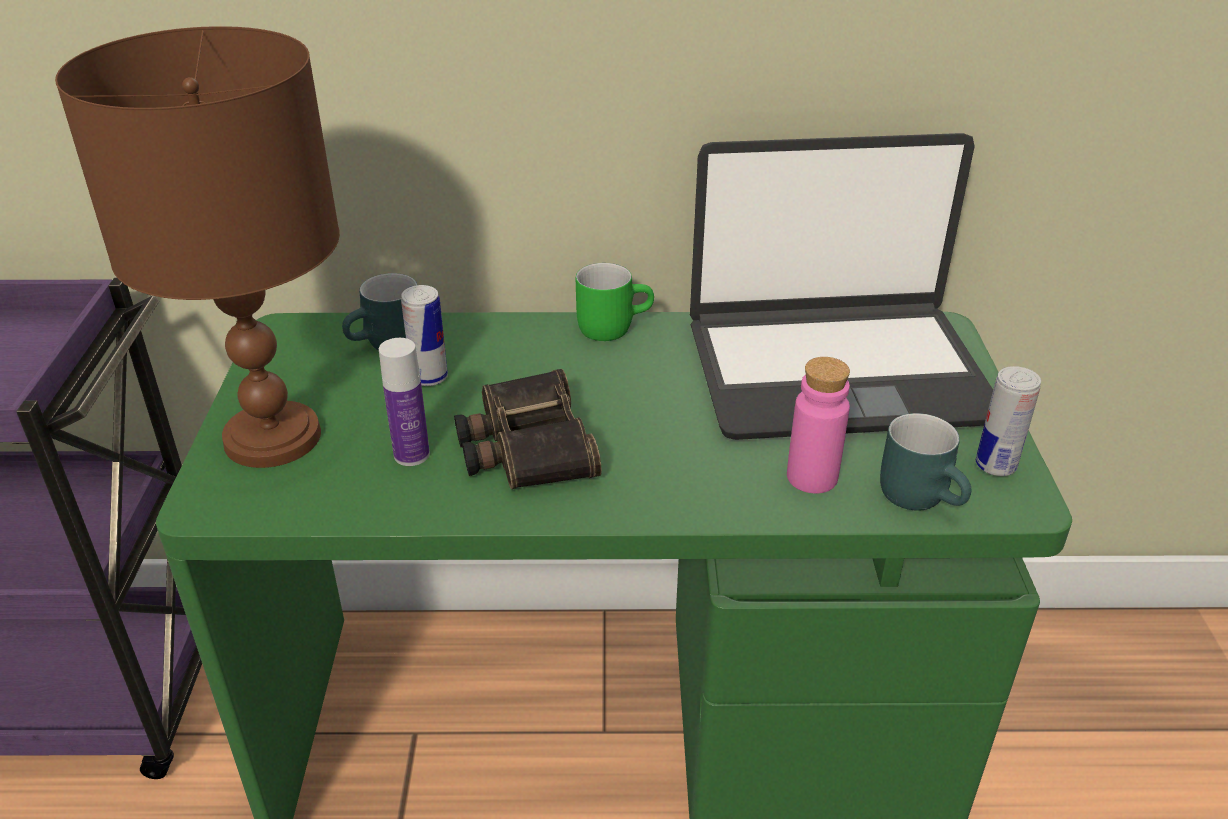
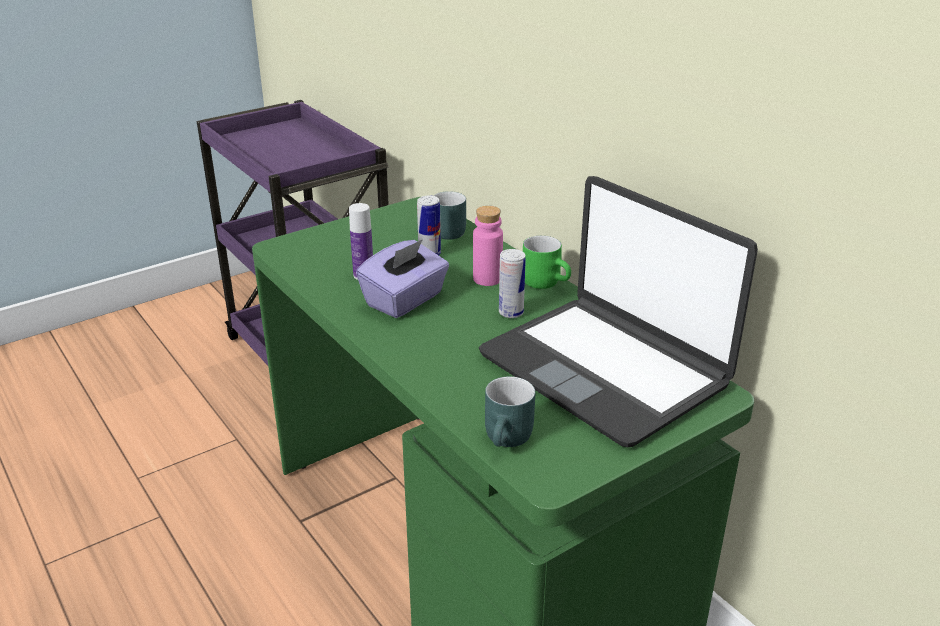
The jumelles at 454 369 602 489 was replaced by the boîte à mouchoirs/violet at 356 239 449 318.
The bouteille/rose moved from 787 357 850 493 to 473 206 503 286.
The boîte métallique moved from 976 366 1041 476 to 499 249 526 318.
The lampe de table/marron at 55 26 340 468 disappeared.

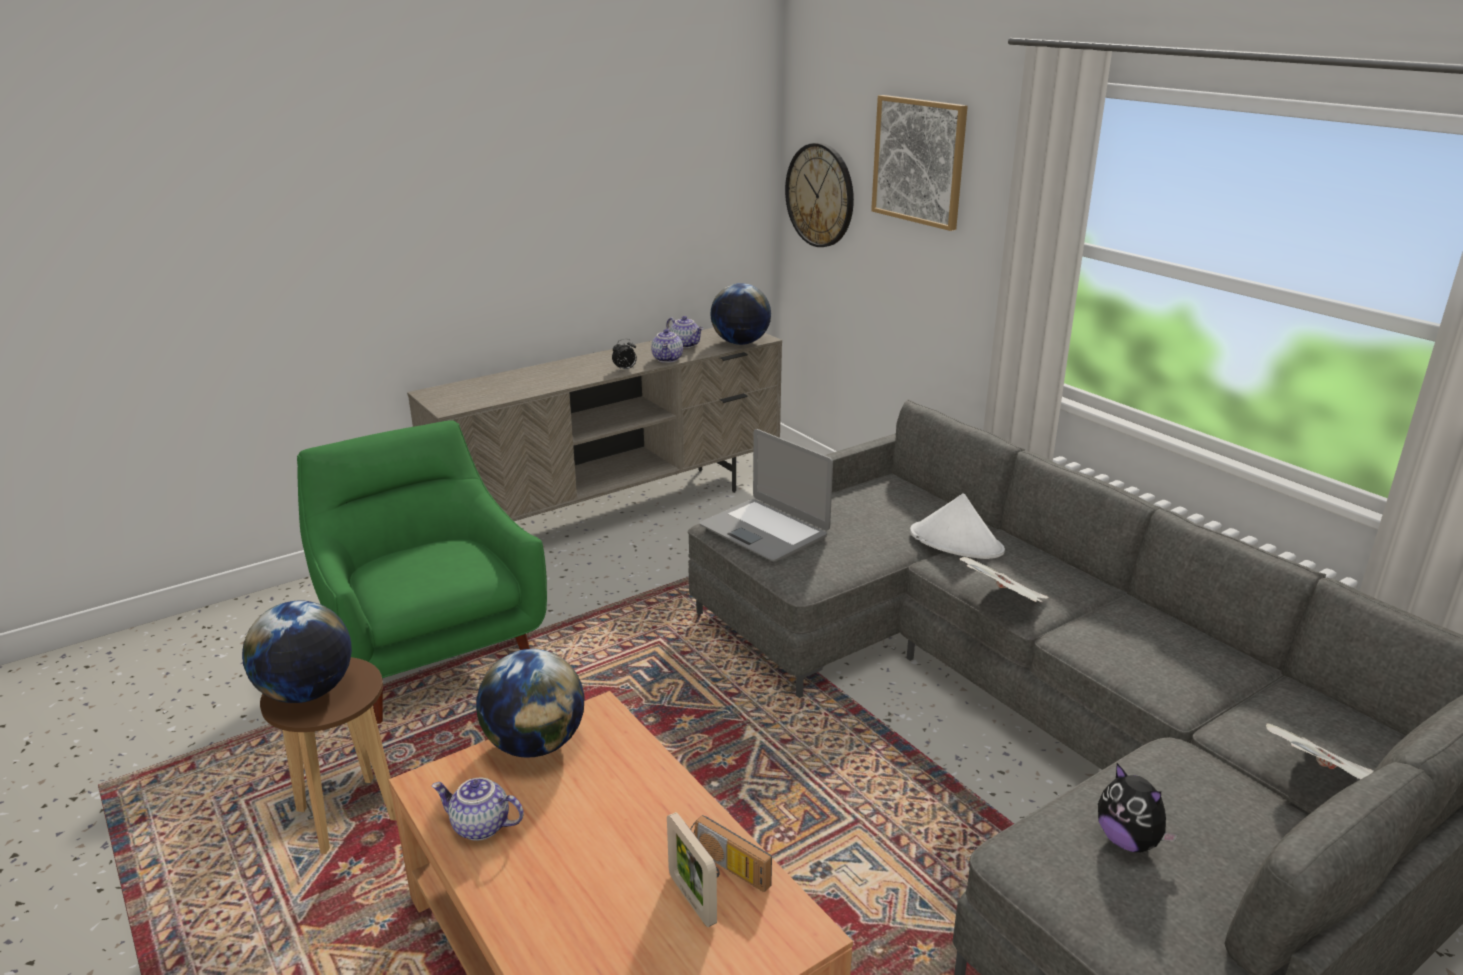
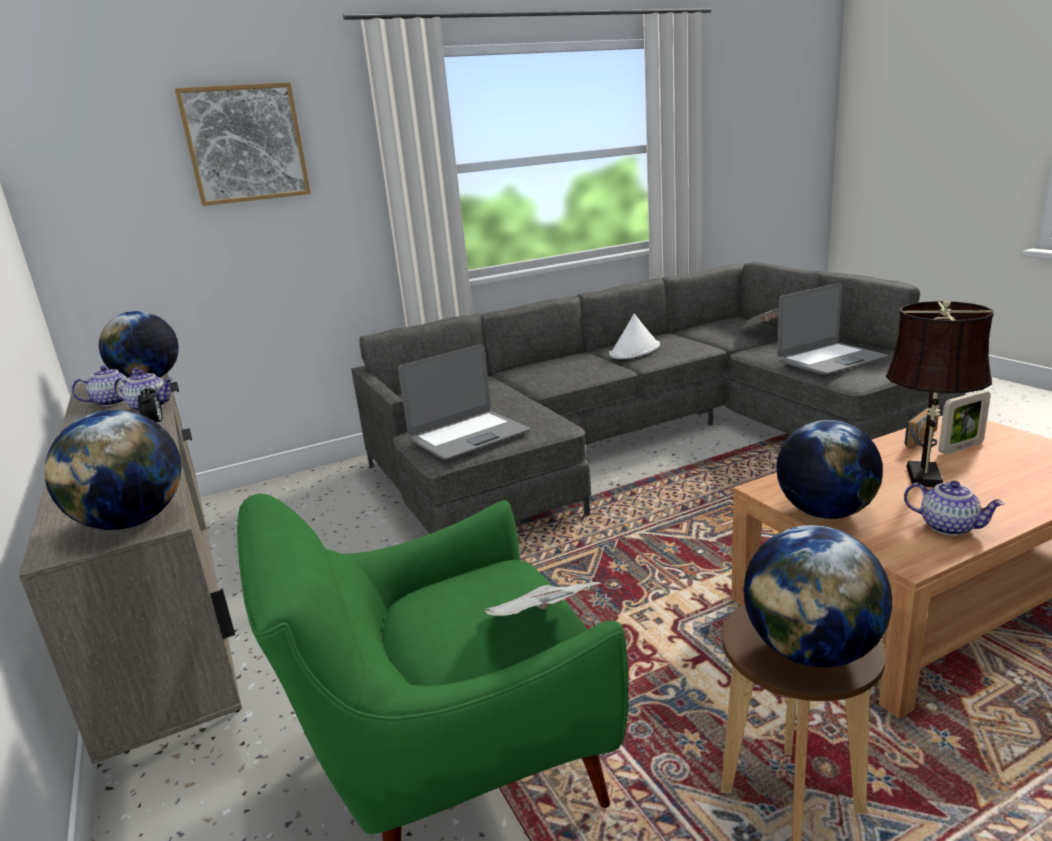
The globe at 45 410 182 530 appeared.
The journal moved from 960 557 1049 602 to 484 582 601 616.
The chapeau/blanc moved from 910 493 1005 559 to 609 314 660 359.
The peluche at 1098 763 1178 852 was replaced by the ordinateur portable at 777 283 888 374.
The lampe de table/marron at 886 300 994 487 appeared.
The théière at 432 778 524 841 turned 75 degrees counterclockwise.
The horloge murale at 785 143 854 247 disappeared.

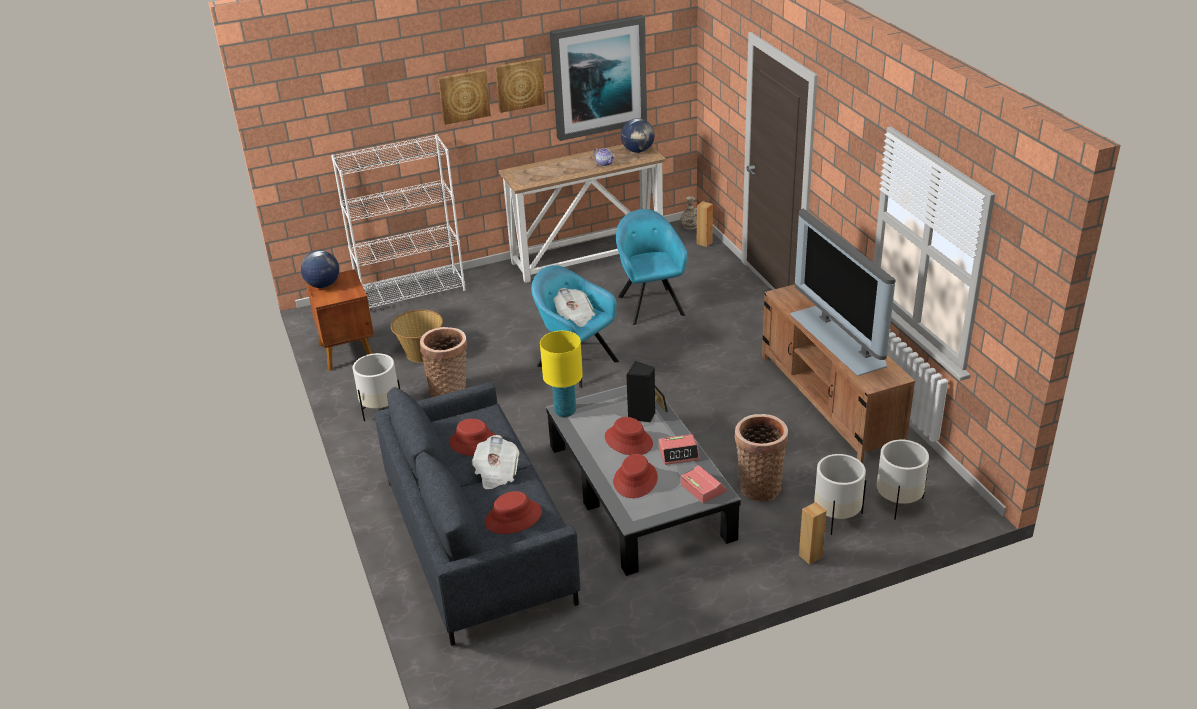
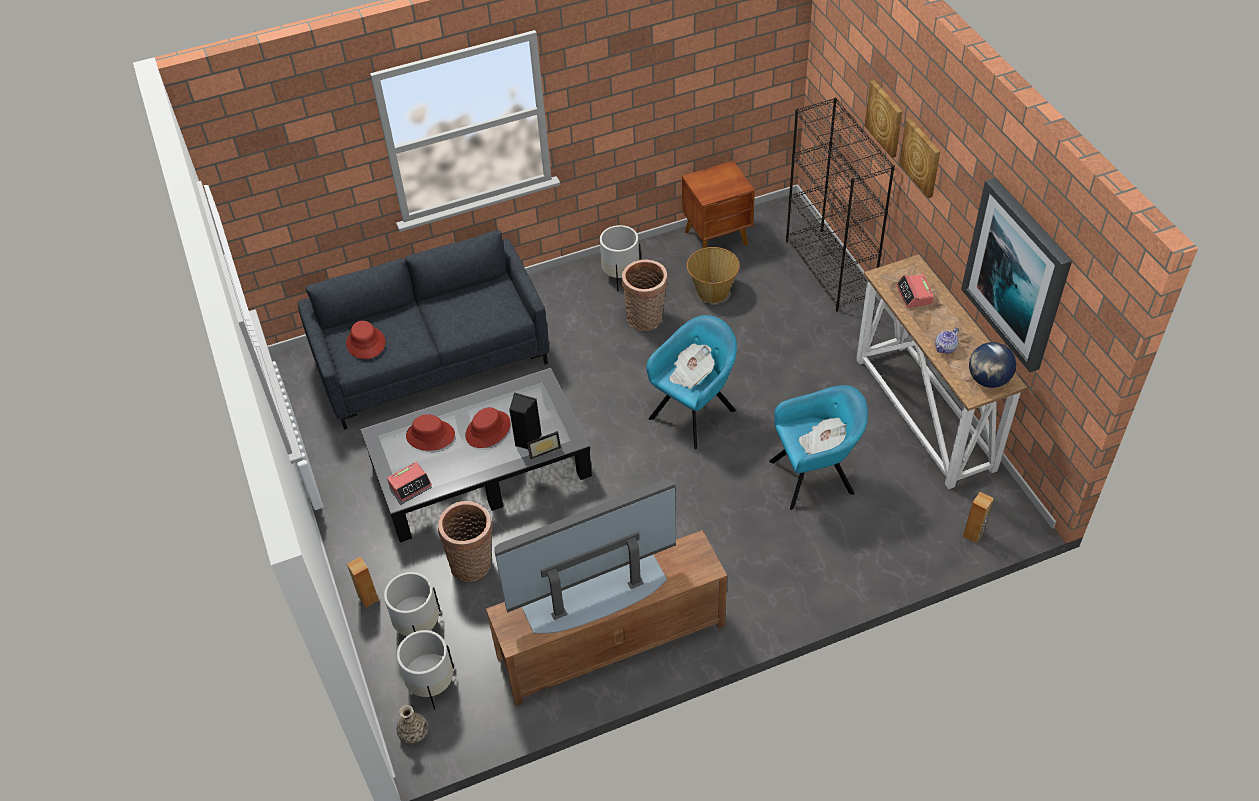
The vase moved from 680 196 697 230 to 397 705 428 744.
The bibliothèque/blanc at 331 134 466 308 became the bibliothèque/noir at 786 98 895 312.
The journal moved from 472 435 520 489 to 799 418 847 455.
The tableau moved from 495 58 545 113 to 865 80 903 158.
The réveil moved from 659 434 699 465 to 896 274 934 308.
The globe at 301 250 339 288 disappeared.
The chapeau/rouge at 449 419 496 456 disappeared.
The lampe de table/jaune at 540 331 583 417 disappeared.

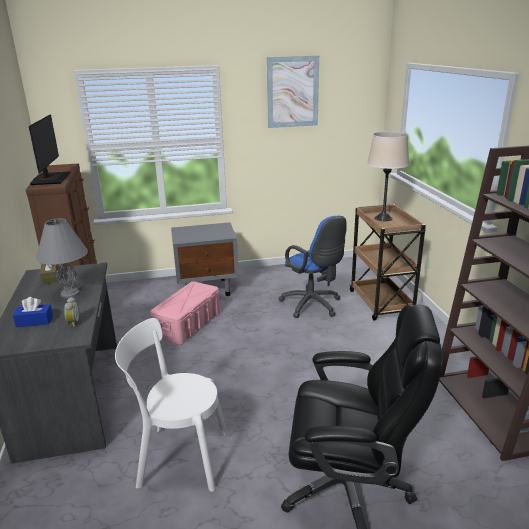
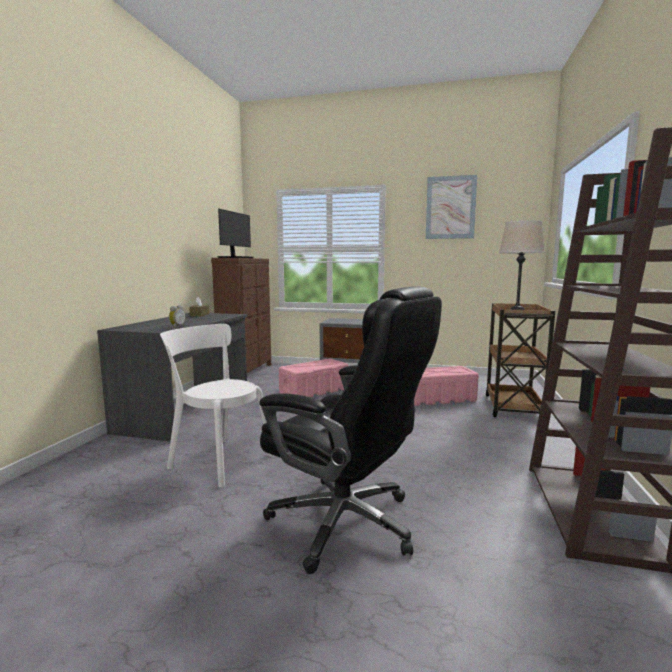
The chaise de bureau/bleu at 279 216 347 318 was replaced by the boîte de rangement/rose at 414 366 479 406.
The boîte à mouchoirs/bleu at 13 297 53 327 disappeared.
The lampe de table/gris at 36 218 88 298 disappeared.

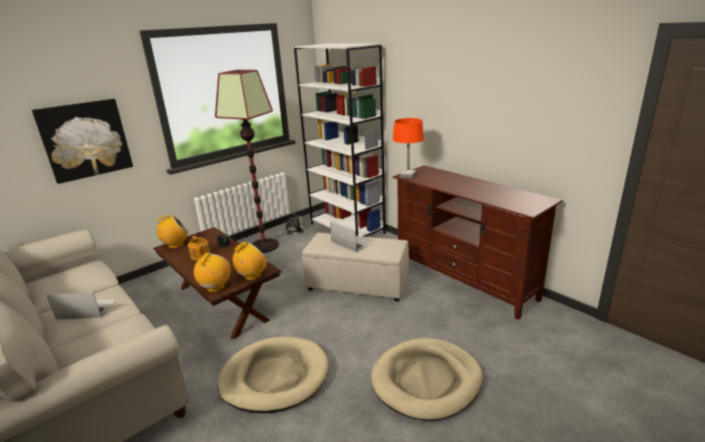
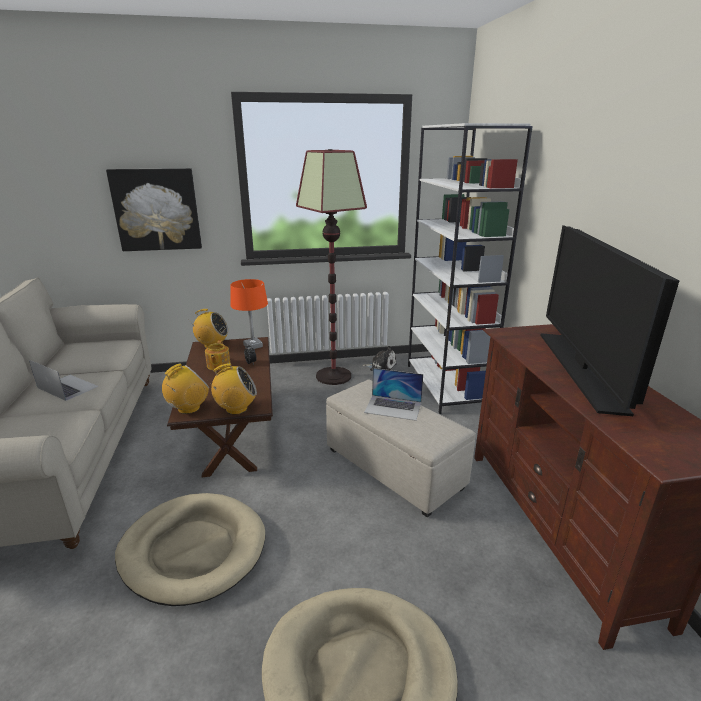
The lampe de table/orange moved from 393 118 424 178 to 230 279 268 349.
The ordinateur portable at 330 222 373 252 turned 120 degrees clockwise.
The téléviseur at 540 225 680 416 appeared.

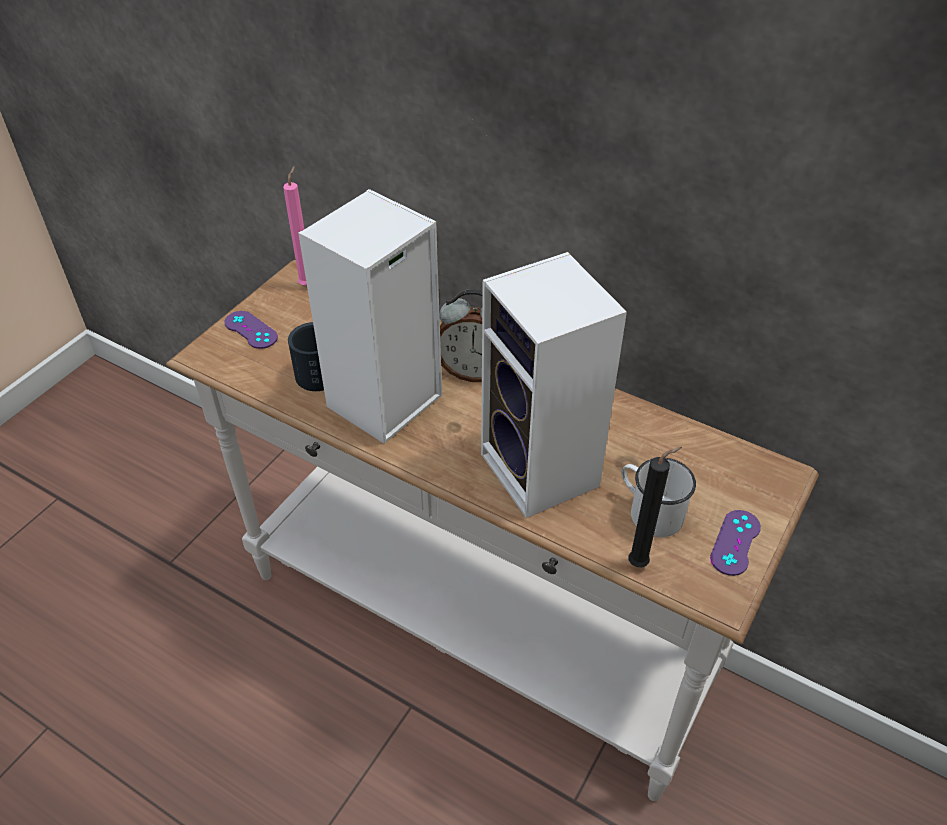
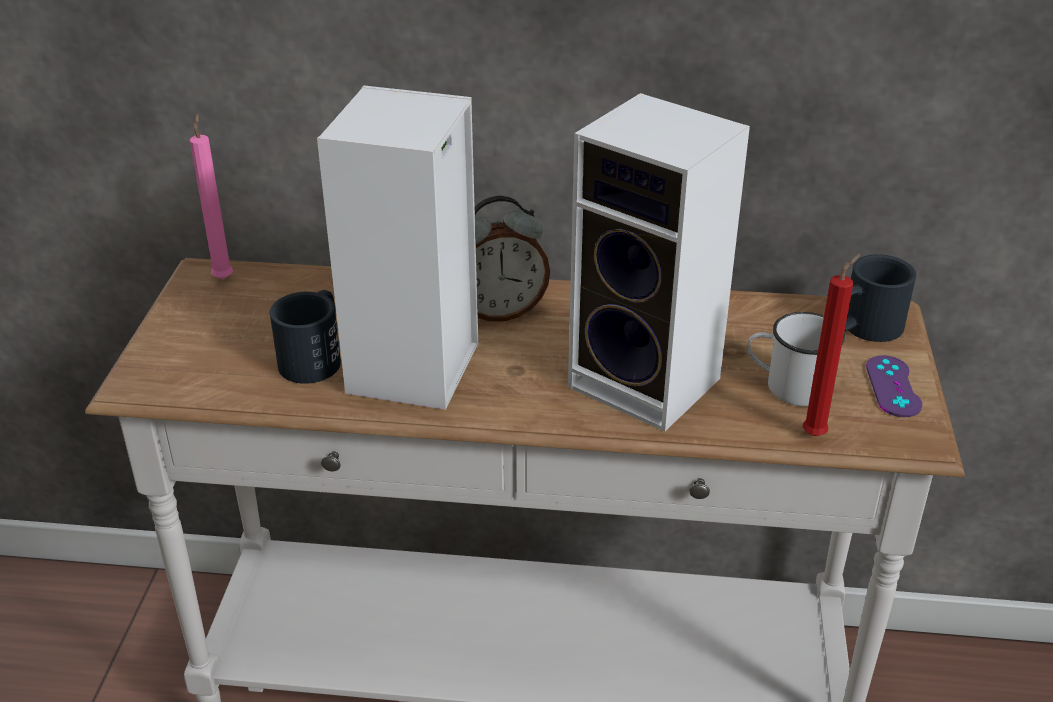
The bougie/noir at 628 447 682 567 became the bougie/rouge at 803 253 861 436.
The mug/noir at 845 254 916 342 appeared.
The manette/violet at 224 311 278 349 disappeared.

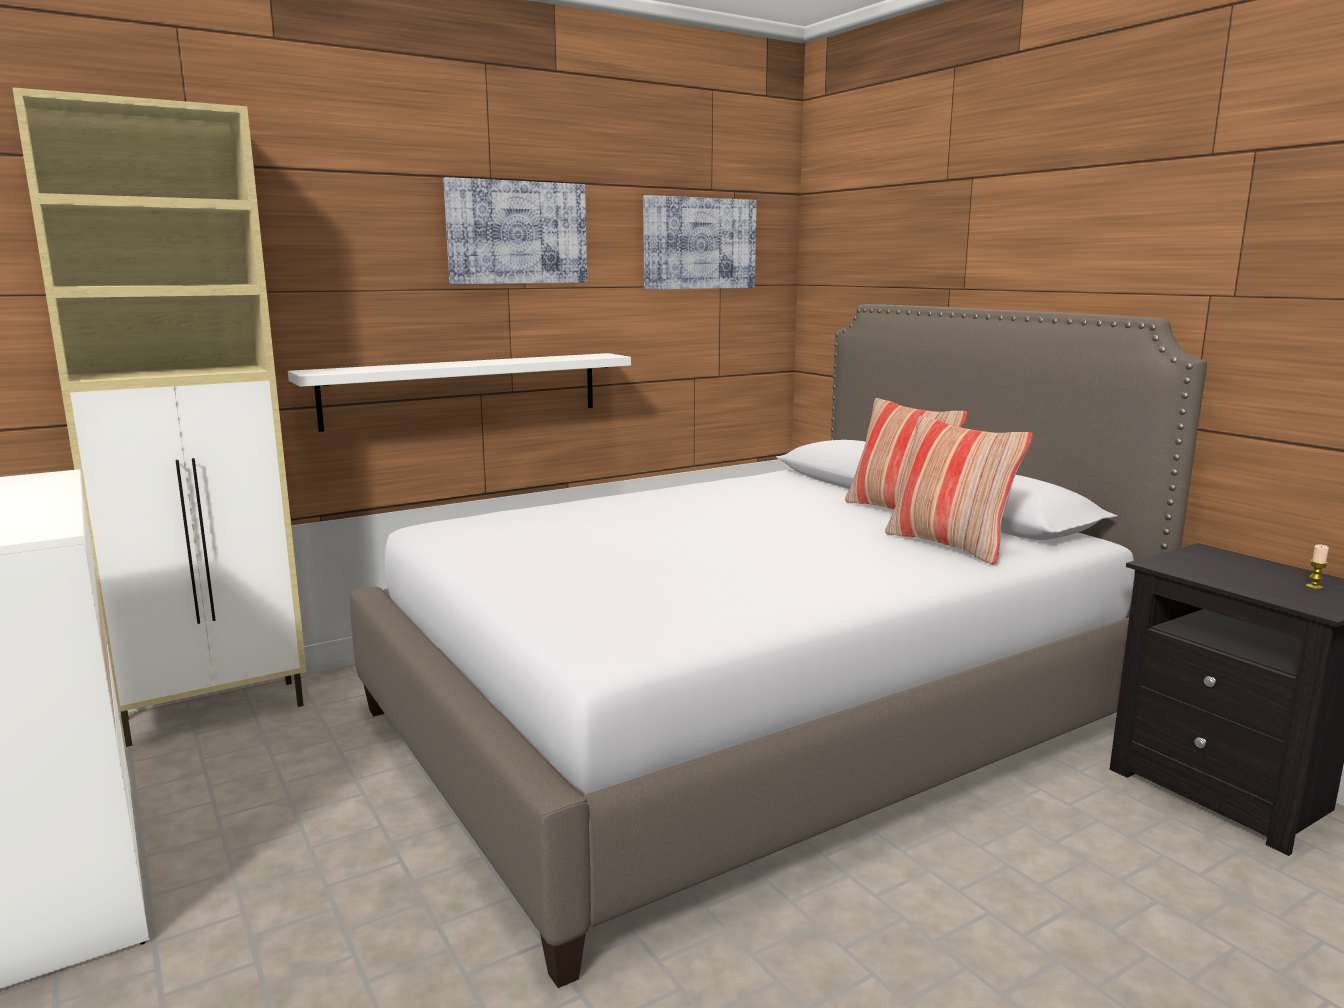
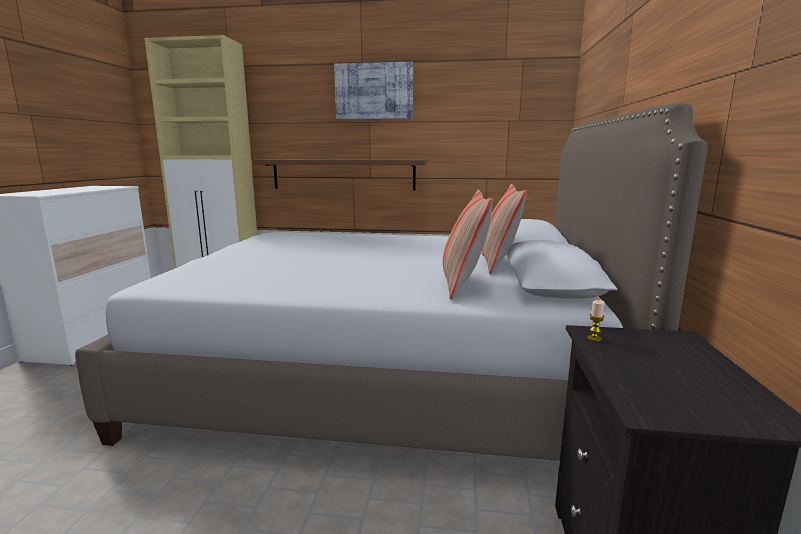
The étagère/blanc at 288 353 631 432 became the étagère/marron at 252 159 427 190.
The bougie moved from 1306 545 1329 590 to 587 300 605 341.
The tableau at 643 195 757 289 disappeared.

